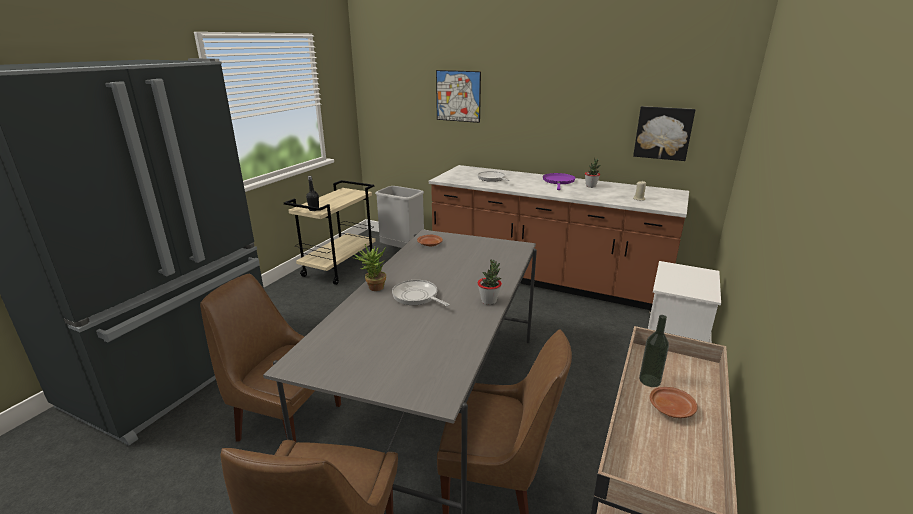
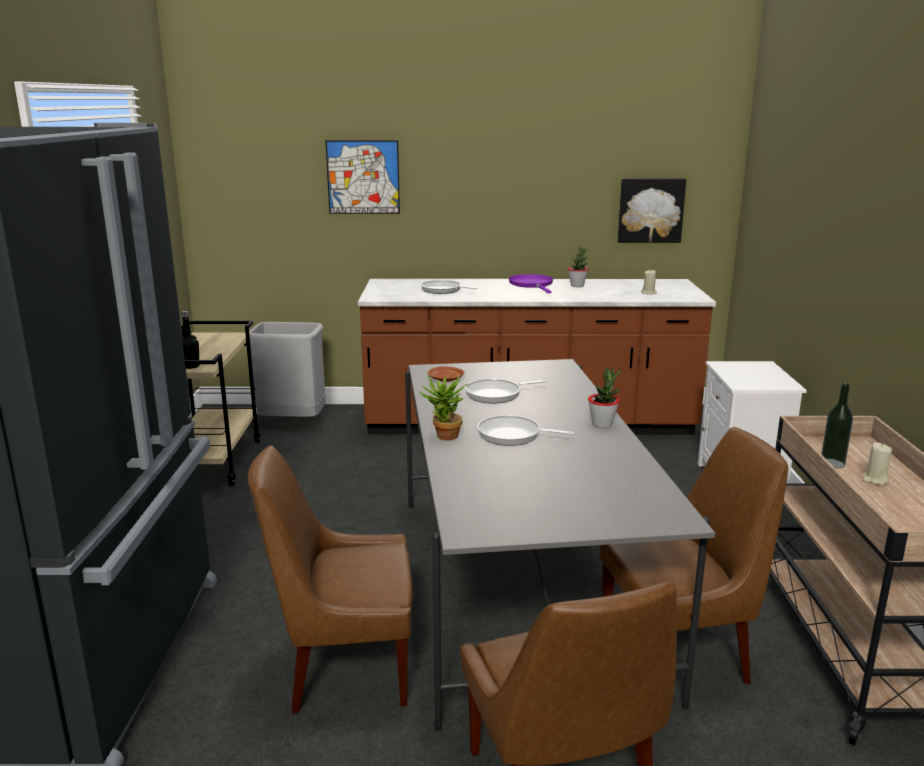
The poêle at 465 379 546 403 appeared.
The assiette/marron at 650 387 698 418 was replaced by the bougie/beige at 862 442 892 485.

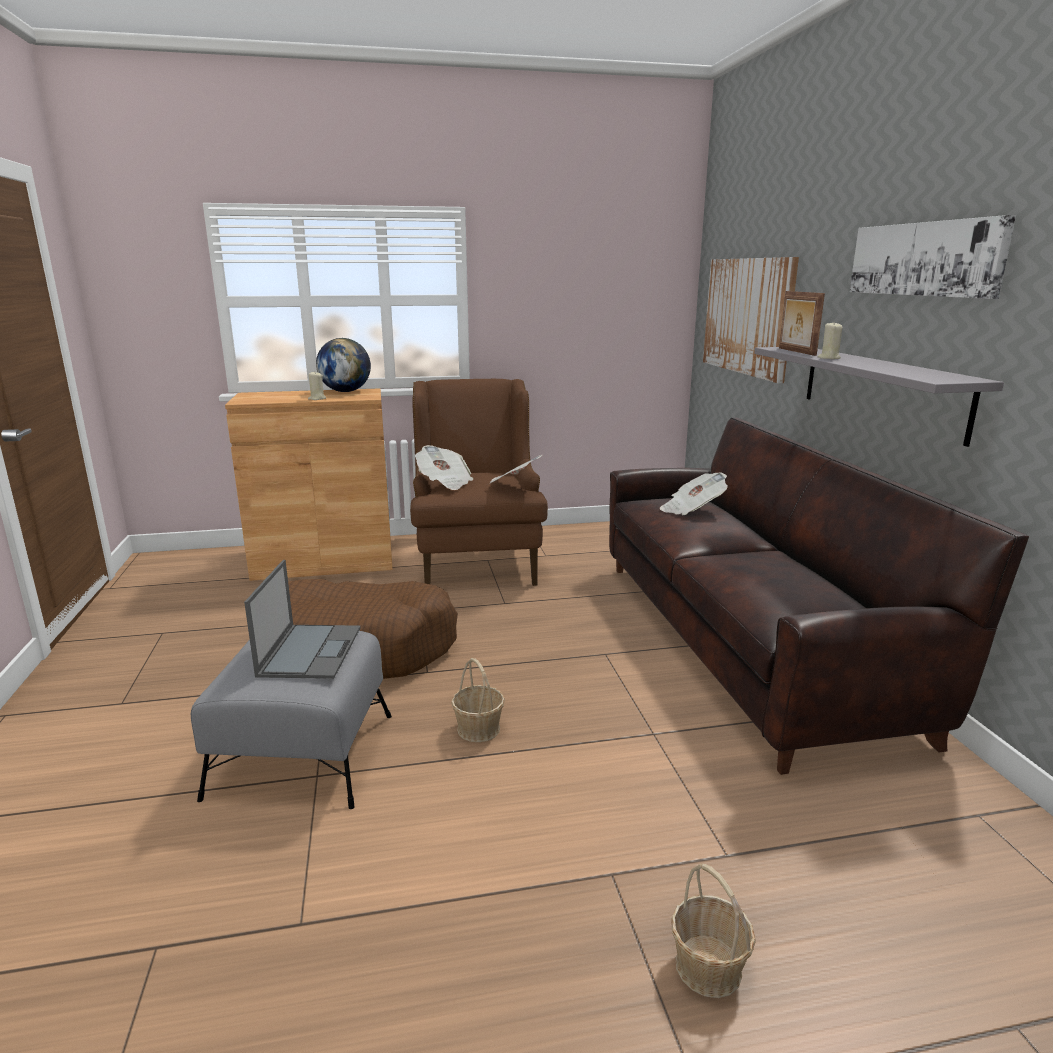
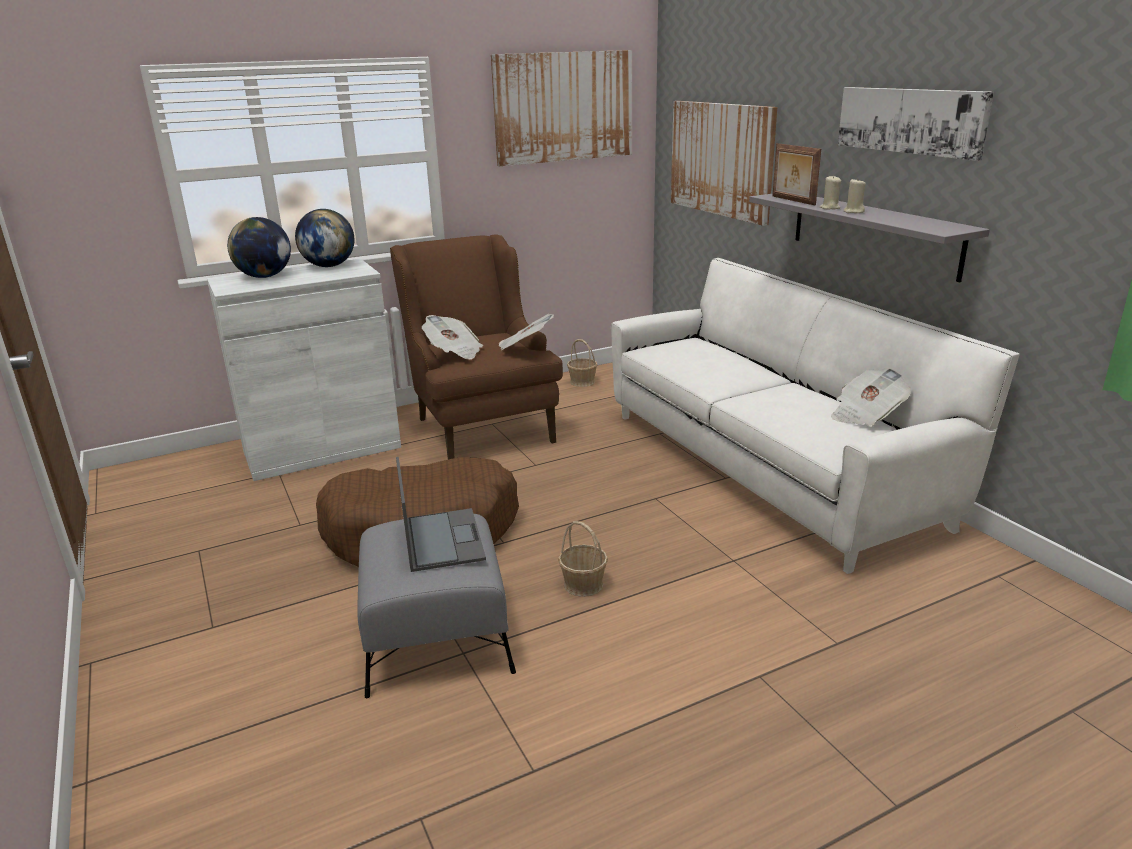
The meuble de rangement/marron at 225 388 393 581 became the meuble de rangement/blanc at 207 258 401 481.
The globe at 227 217 291 278 appeared.
The tableau at 491 50 632 166 appeared.
The panier moved from 671 864 756 998 to 567 339 598 387.
The canapé/marron at 609 418 1029 775 became the canapé/blanc at 611 258 1020 574.
The journal moved from 660 472 727 515 to 831 368 911 426.
The bougie/beige moved from 308 372 326 400 to 843 179 866 213.

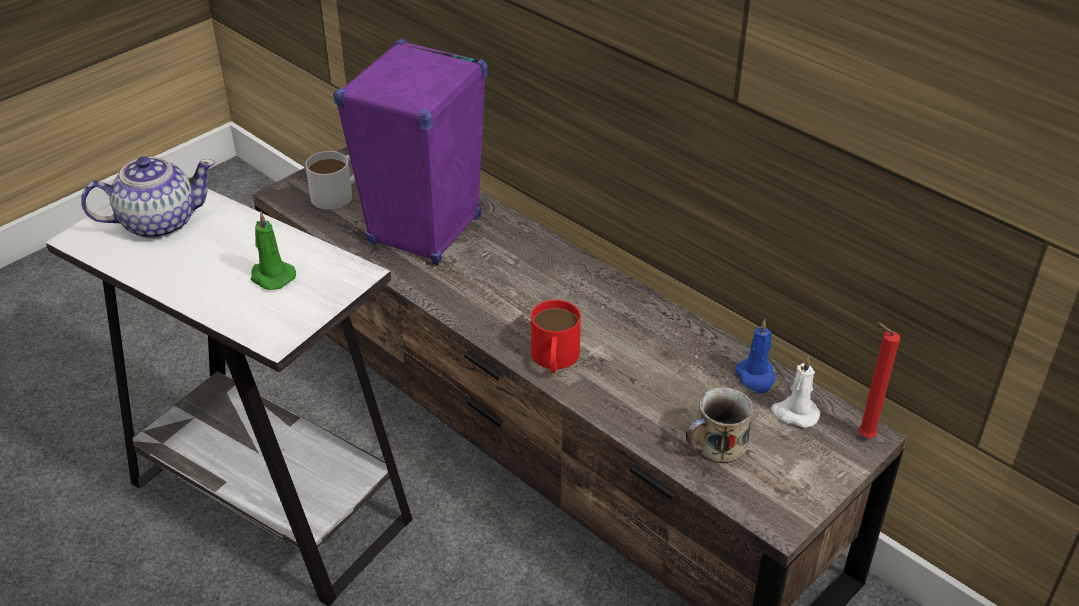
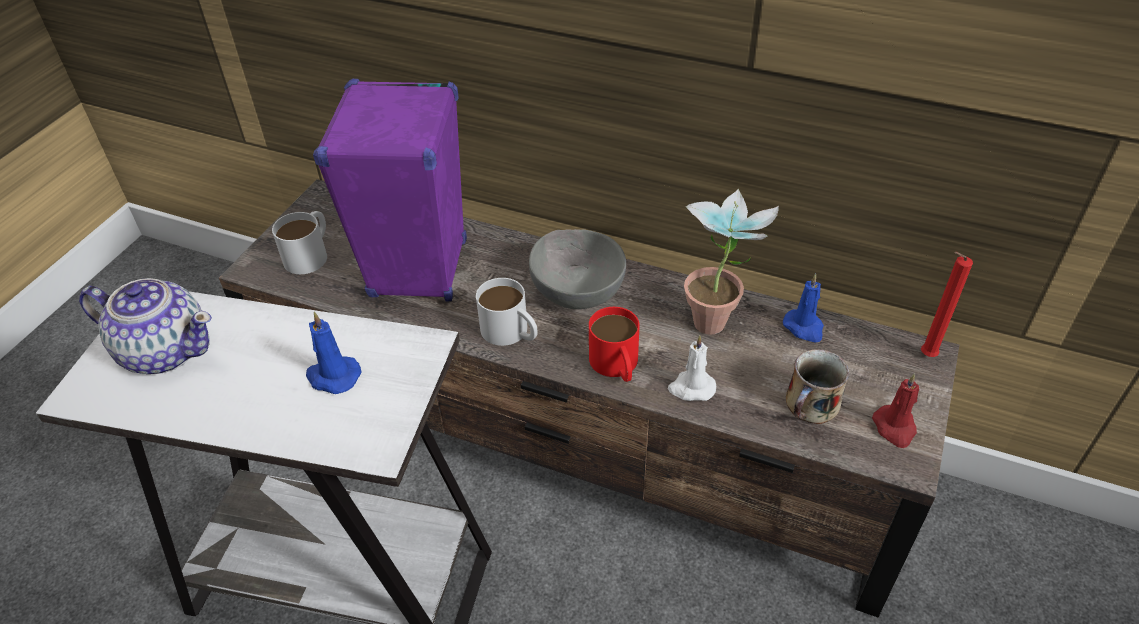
The théière at 81 156 216 239 turned 60 degrees clockwise.
The bougie/vert at 250 211 296 290 became the bougie/bleu at 306 312 361 394.
The mug/blanc at 476 278 538 346 appeared.
The bol/gris at 529 229 626 309 appeared.
The bougie/blanc moved from 771 357 820 428 to 668 335 716 401.
The plante en pot at 684 188 779 335 appeared.
The bougie/rouge at 872 373 919 448 appeared.

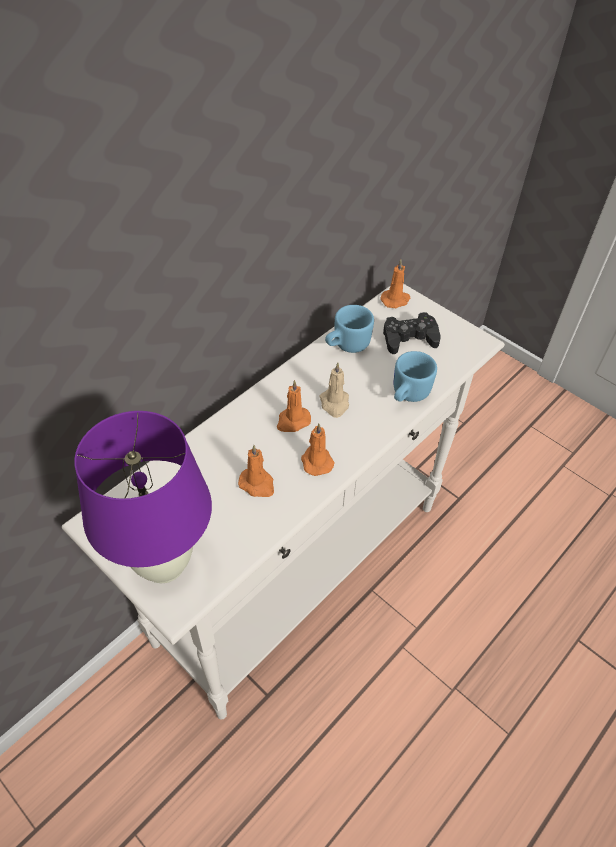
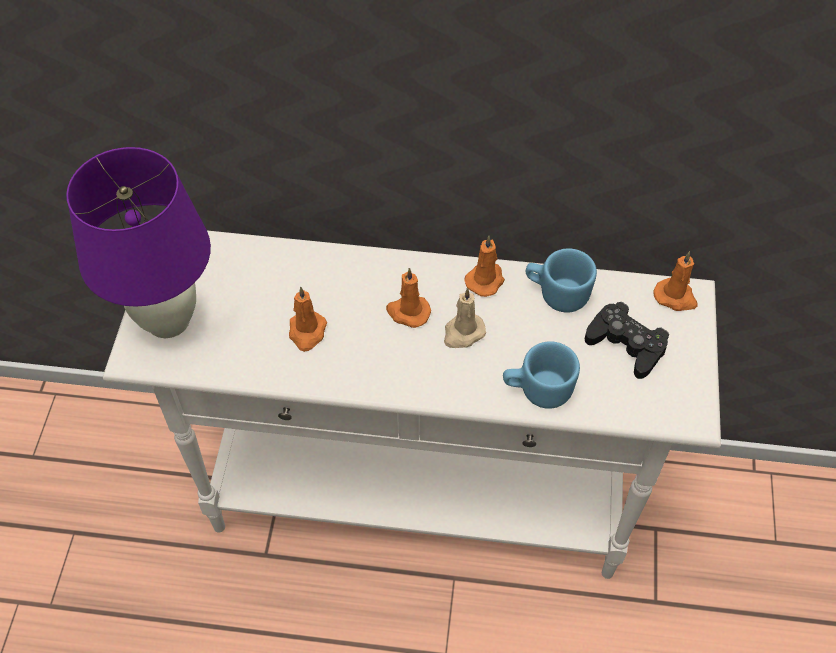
The bougie/orange moved from 301 423 335 476 to 464 236 505 297.

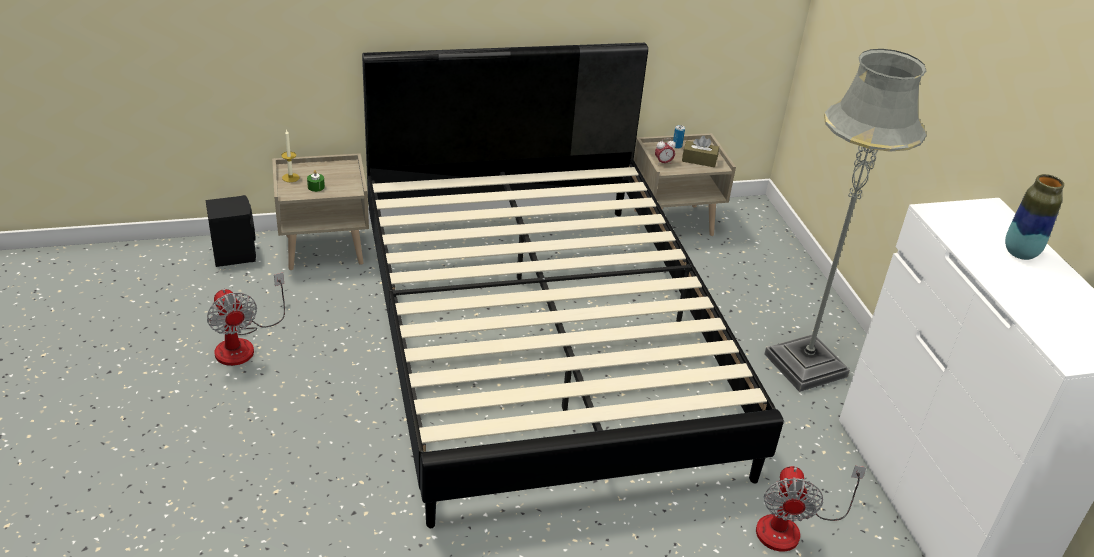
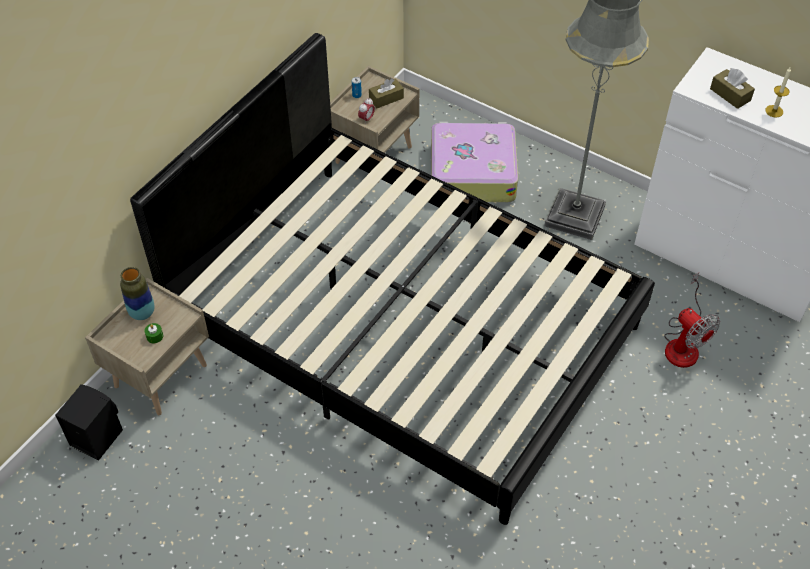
The vase moved from 1005 174 1064 260 to 120 267 155 320.
The valise at 431 122 518 202 appeared.
The boîte à mouchoirs/marron at 710 68 755 109 appeared.
The bougie moved from 281 129 299 182 to 765 68 791 118.
The ventilateur at 207 272 285 366 disappeared.

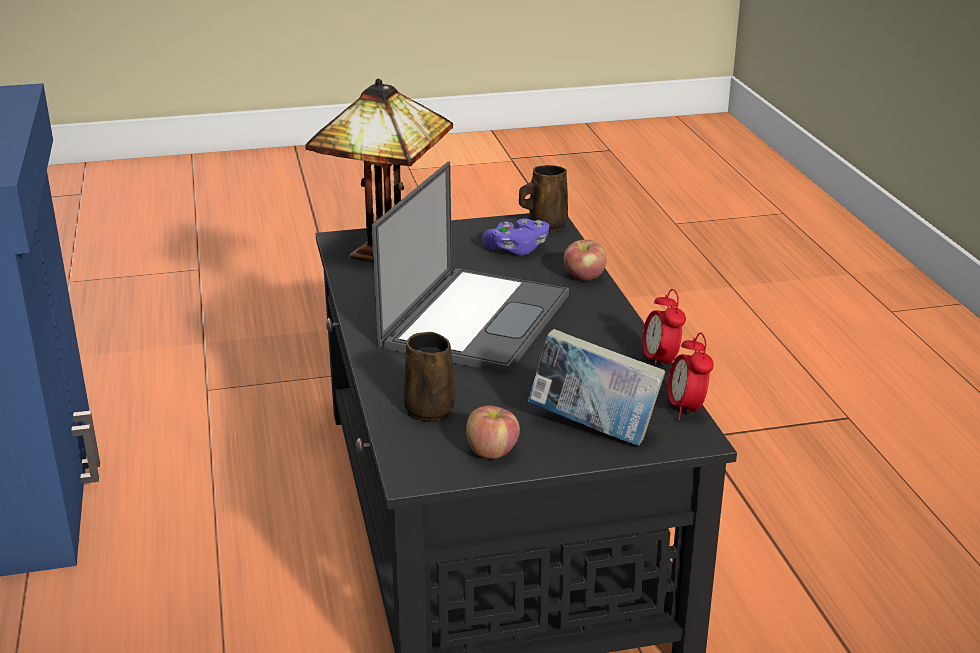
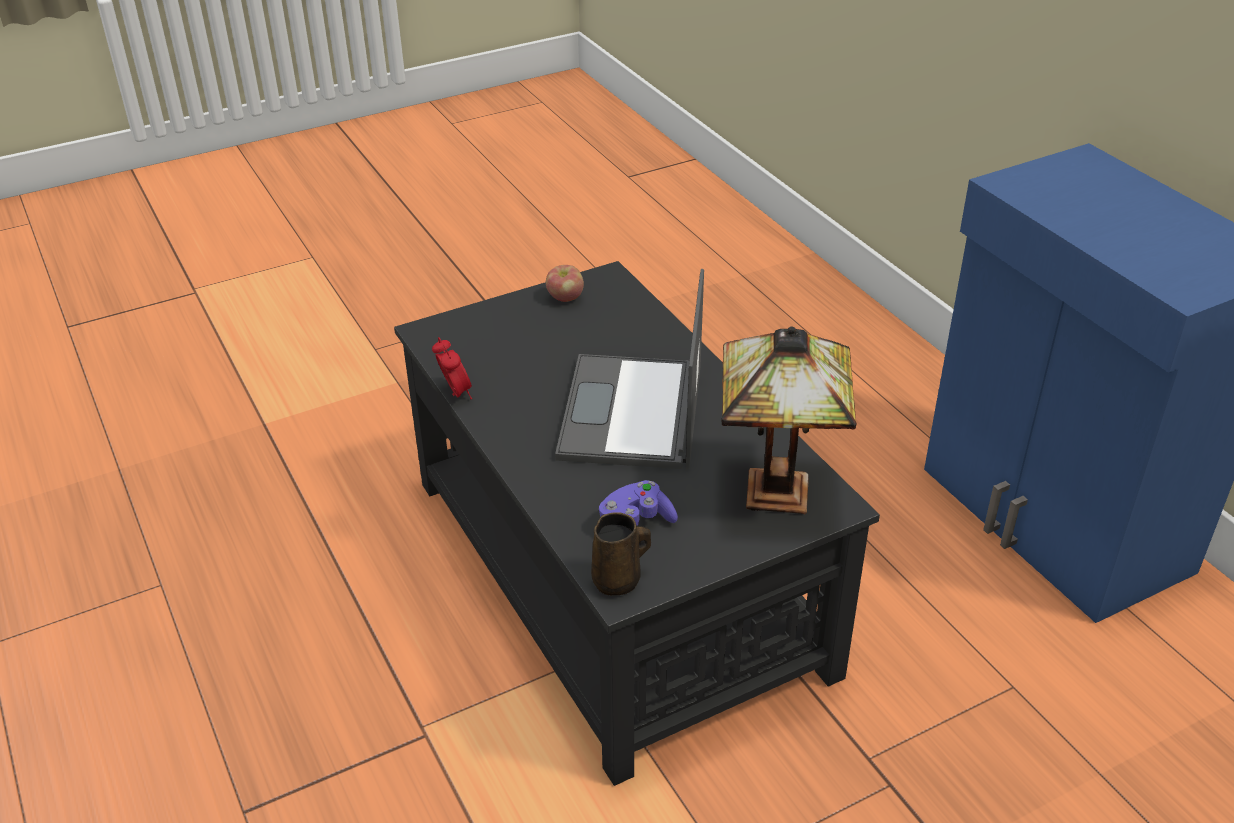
The mug/marron at 404 332 455 422 disappeared.
The livre at 528 329 665 446 disappeared.
The pomme at 564 240 606 280 disappeared.
The réveil at 668 332 714 420 disappeared.

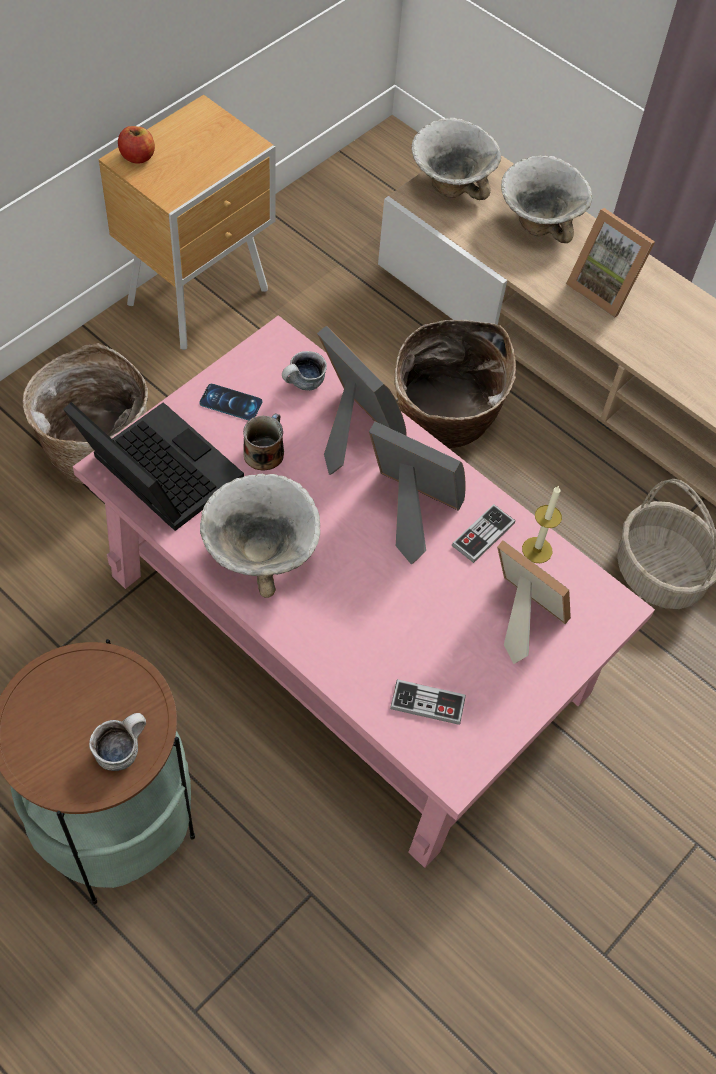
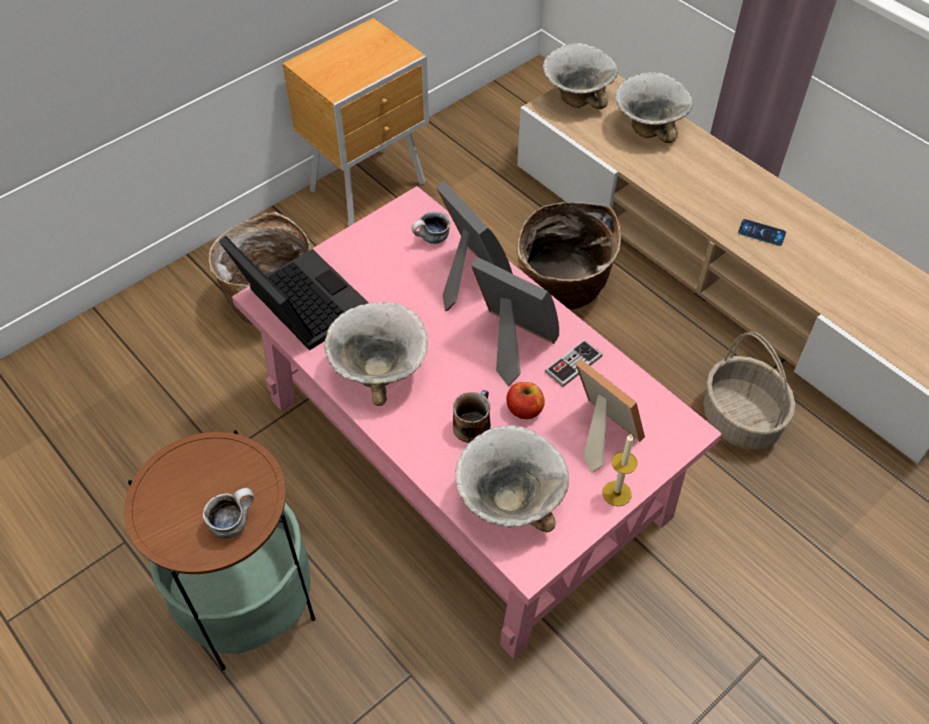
The mug moved from 243 413 284 471 to 453 390 491 443.
The manette at 390 679 466 725 was replaced by the bol at 455 425 569 532.
The pomme moved from 118 126 155 164 to 506 382 545 419.
The bougie moved from 522 485 562 563 to 603 434 637 506.
The téléphone moved from 199 384 262 421 to 738 219 786 246.
The cadre photo at 566 208 655 318 disappeared.

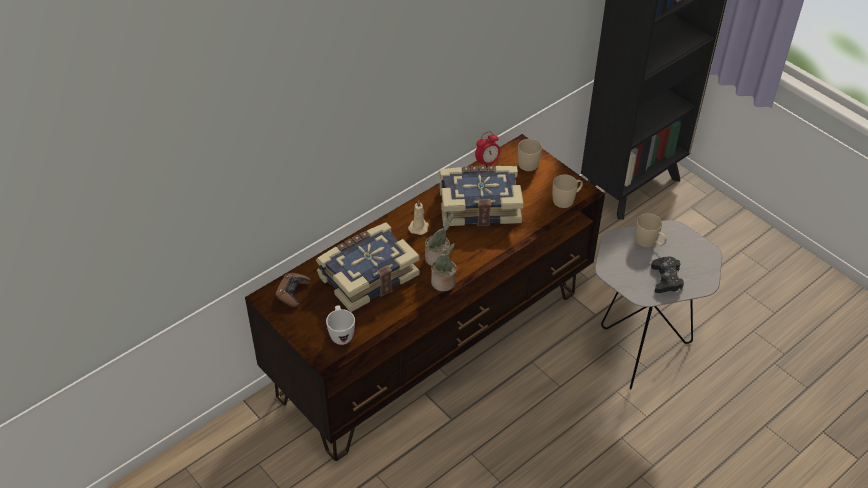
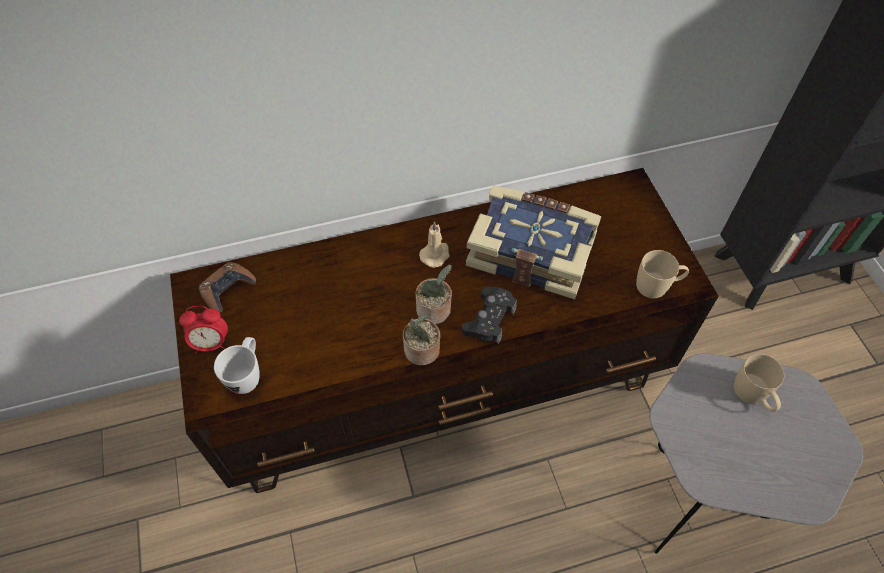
The réveil moved from 475 131 501 166 to 179 306 228 354.
The manette/noir moved from 651 257 684 293 to 461 286 517 344.
The livre at 316 222 420 312 disappeared.
The mug/beige at 518 139 542 171 disappeared.

